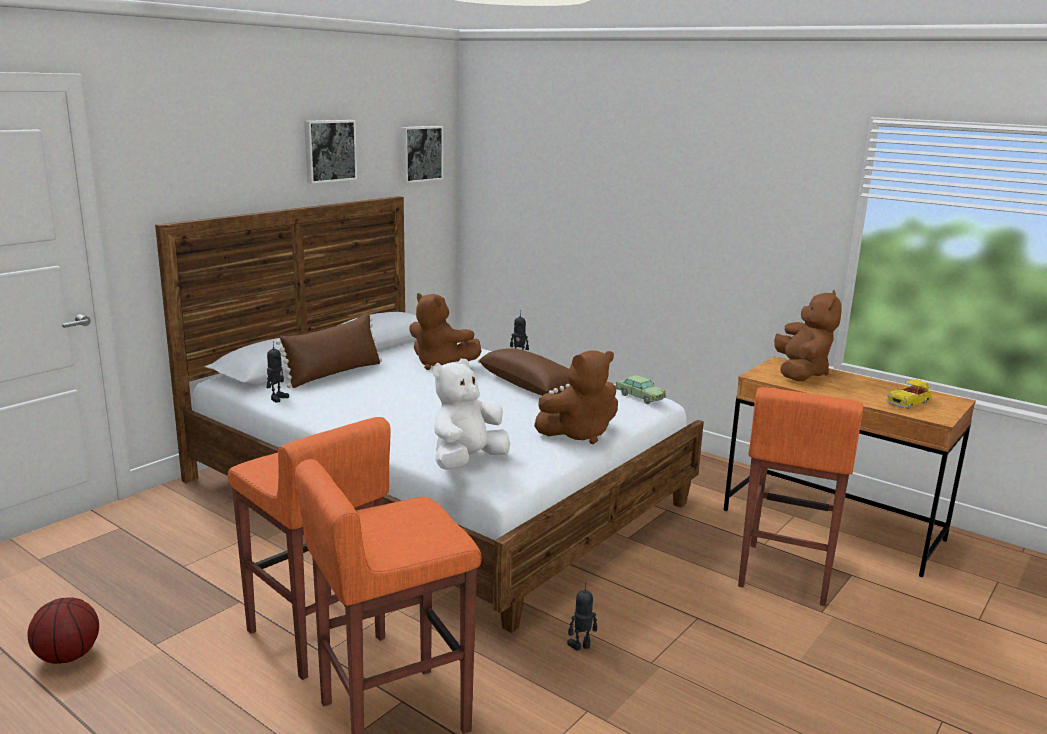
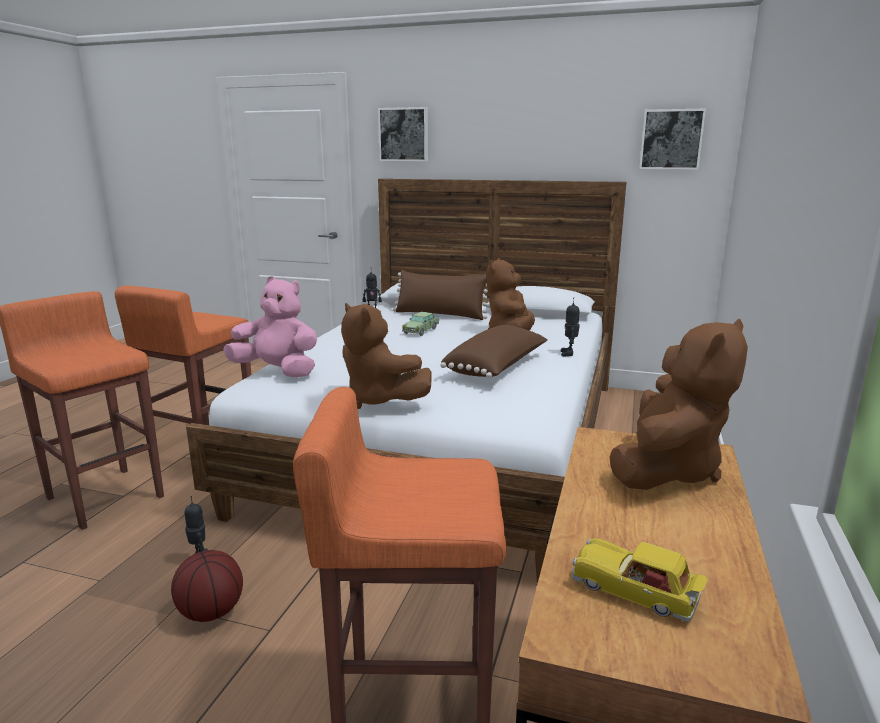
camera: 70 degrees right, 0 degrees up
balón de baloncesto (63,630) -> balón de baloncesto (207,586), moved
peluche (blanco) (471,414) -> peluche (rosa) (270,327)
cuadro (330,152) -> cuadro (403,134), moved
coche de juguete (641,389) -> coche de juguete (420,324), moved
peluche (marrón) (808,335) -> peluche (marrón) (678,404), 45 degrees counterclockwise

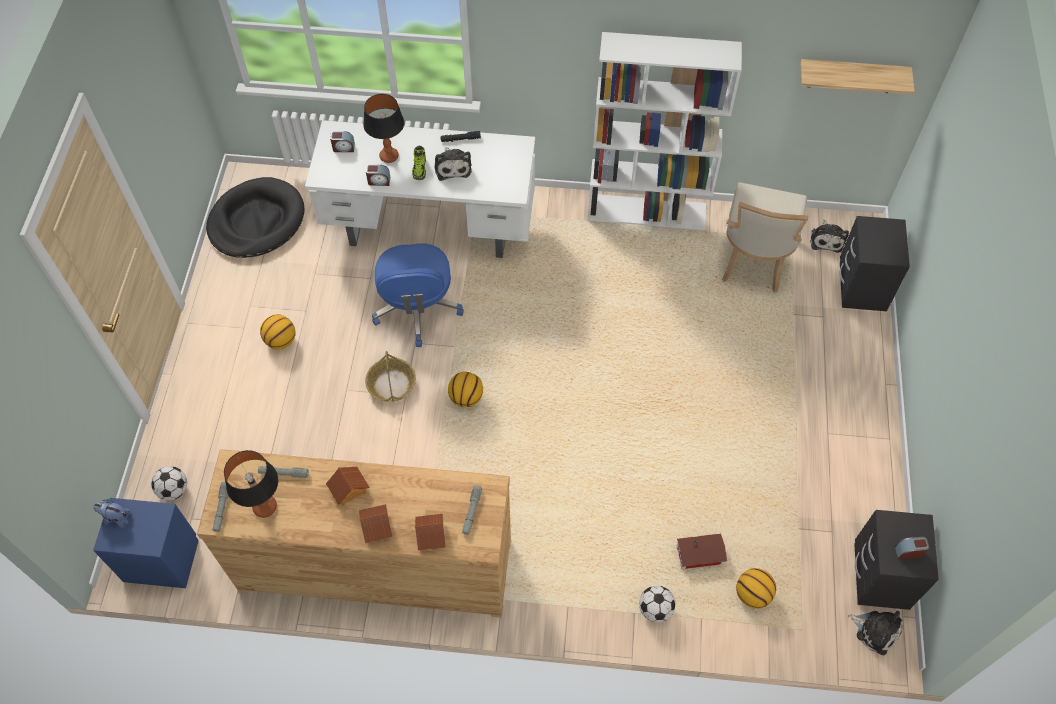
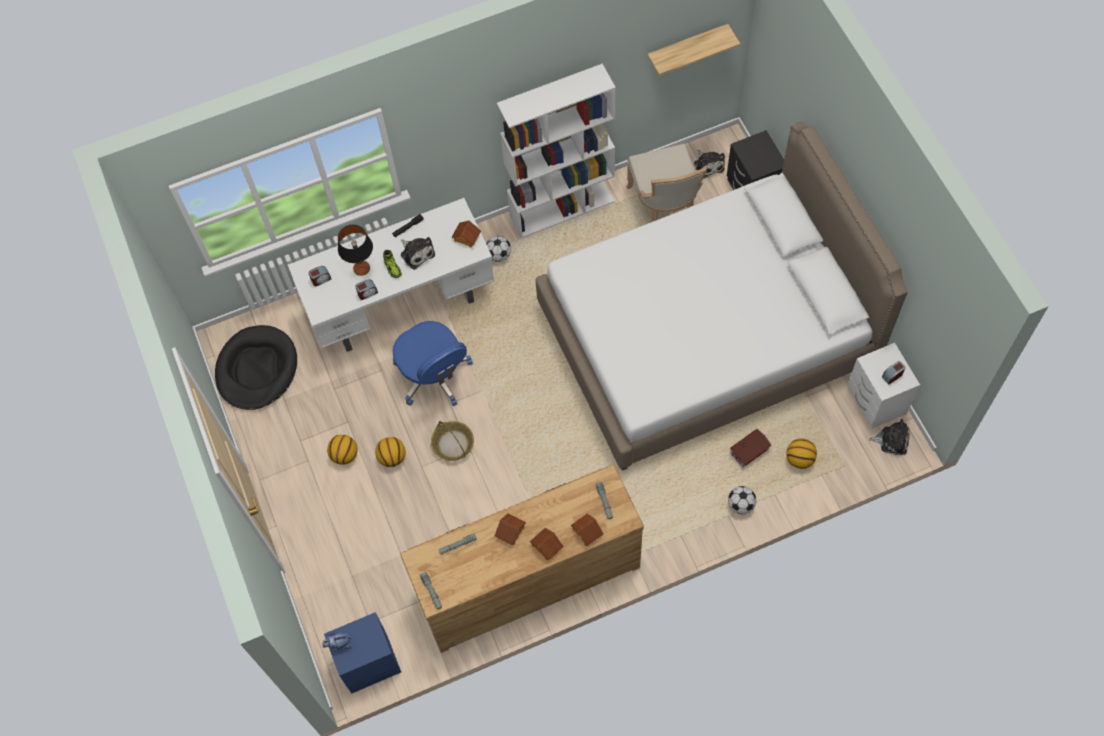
camera: 25 degrees left, 5 degrees up
balón de baloncesto (465,389) -> balón de baloncesto (390,452), moved
none -> casita (466,233)
balón de fútbol (169,483) -> balón de fútbol (498,249), moved
none -> cama (blanco) (722,295)
mesita de noche (negro) (896,560) -> mesita de noche (blanco) (884,386)
lámpara de mesa (251,484) -> none

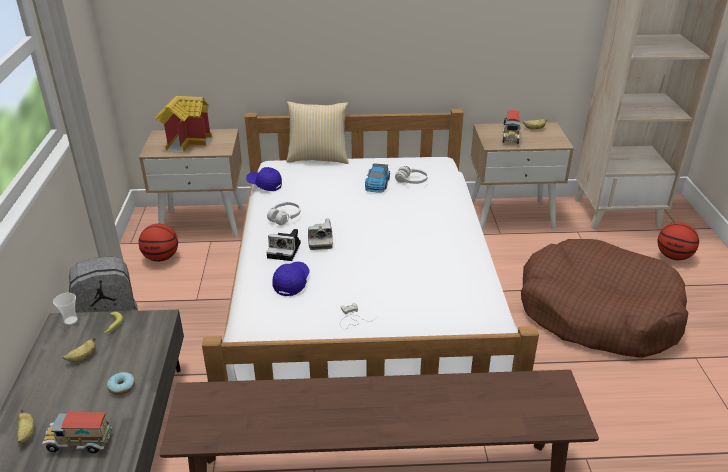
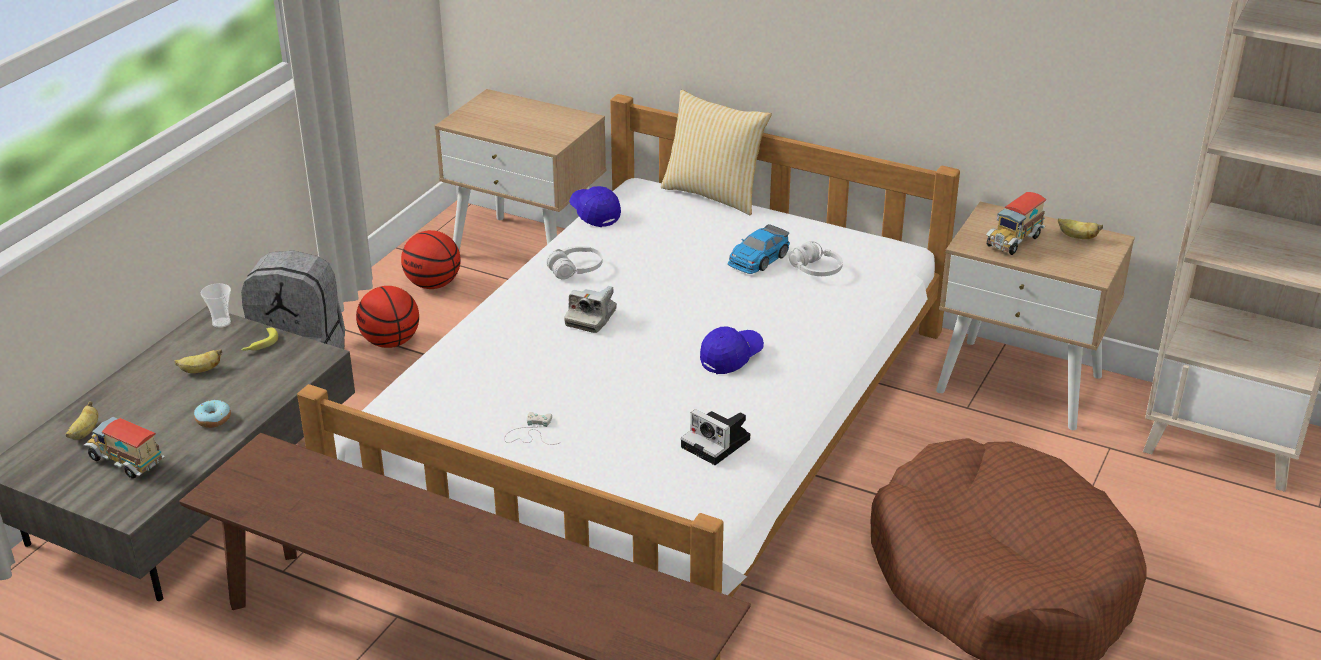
camera: 30 degrees right, 0 degrees up
balón de baloncesto (678,241) -> balón de baloncesto (387,317), moved
cámara (283,245) -> cámara (715,437), moved
gorra (azul) (291,278) -> gorra (azul) (732,350), moved
casita (183,124) -> none

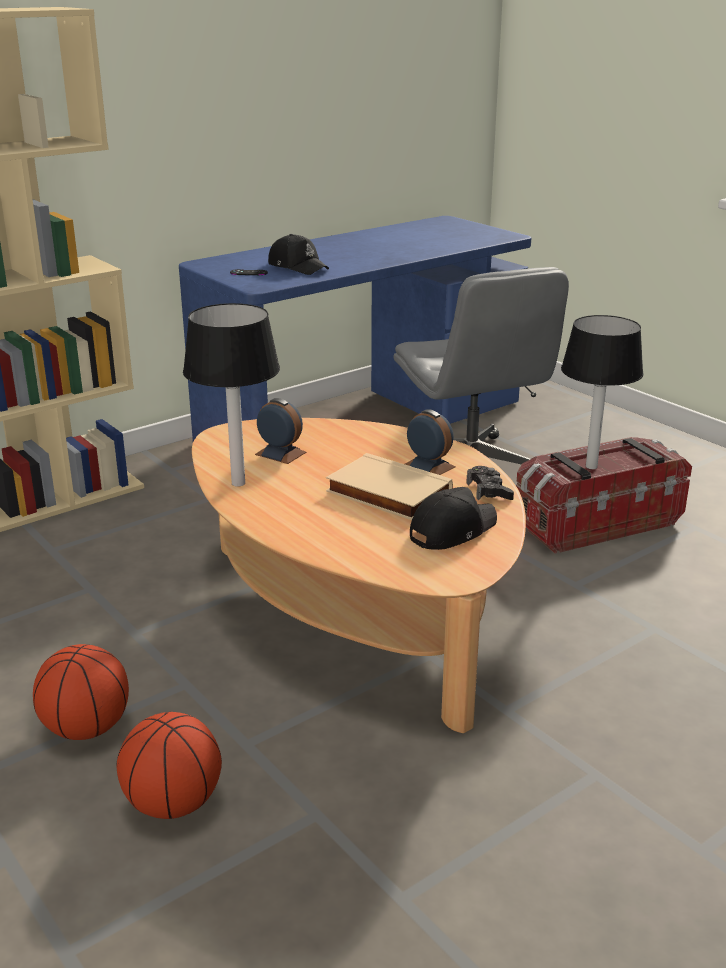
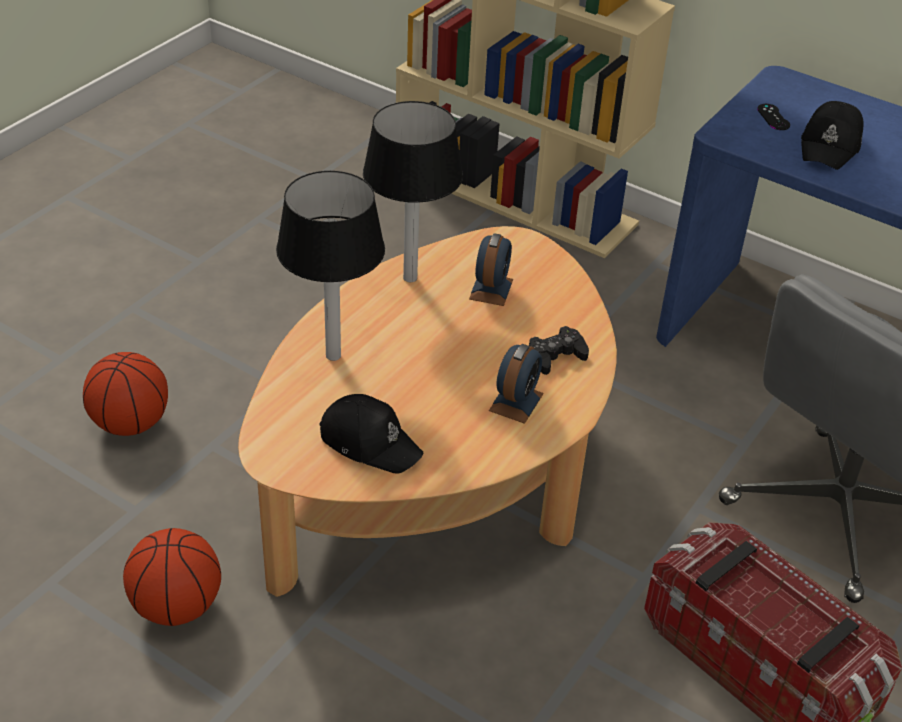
camera: 70 degrees right, 15 degrees up
balón de baloncesto (81,692) -> balón de baloncesto (172,577), moved
lámpara de mesa (602,392) -> lámpara de mesa (330,266), moved
mando de consola (negro) (490,483) -> mando de consola (negro) (559,350), moved
libro (beis) (389,486) -> none

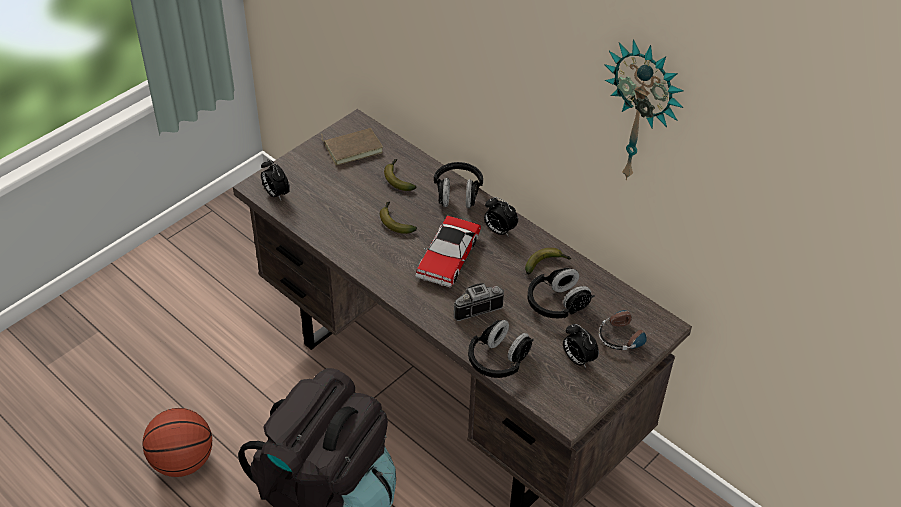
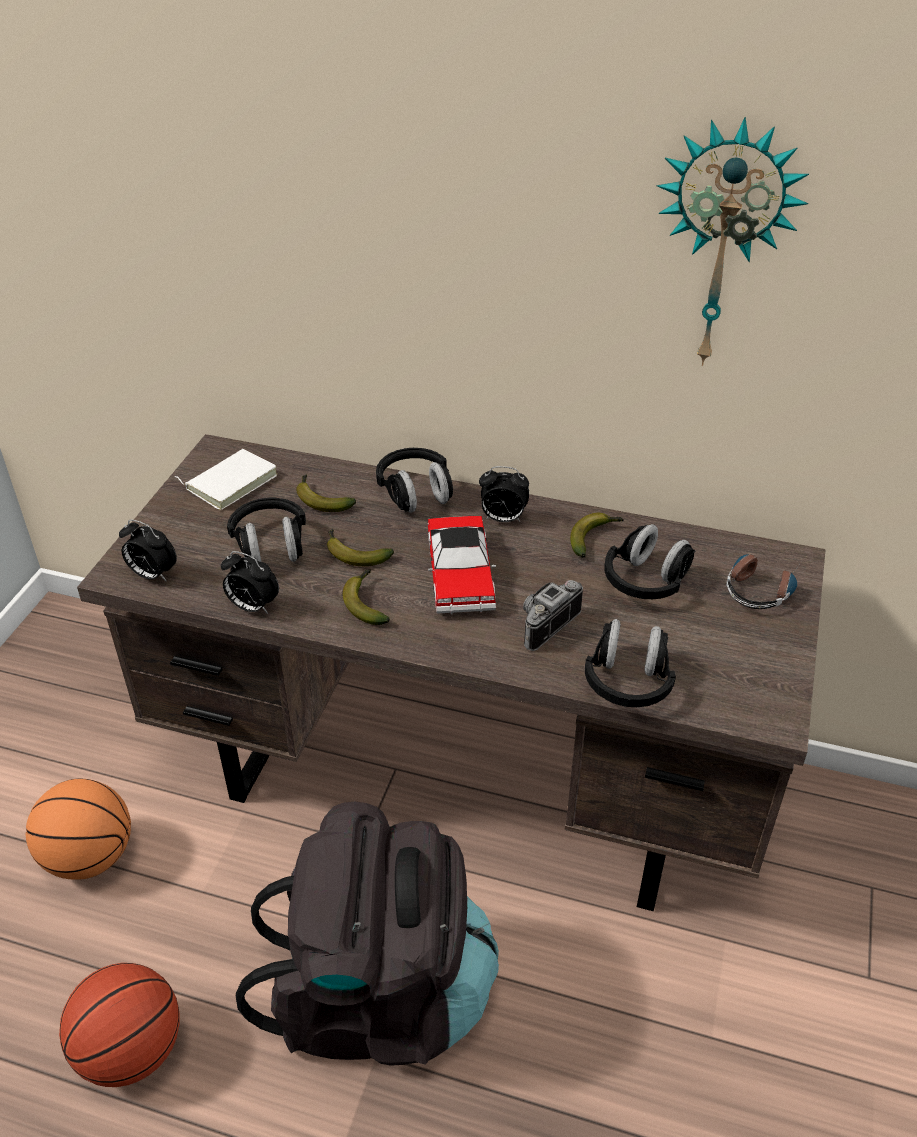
camera: 25 degrees left, 5 degrees down
none -> balón de baloncesto (78,829)
libro (marrón) (352,146) -> libro (blanco) (226,479)
despertador (581,346) -> despertador (250,582), moved
none -> auriculares (negro) (266,530)
none -> plátano (366,597)

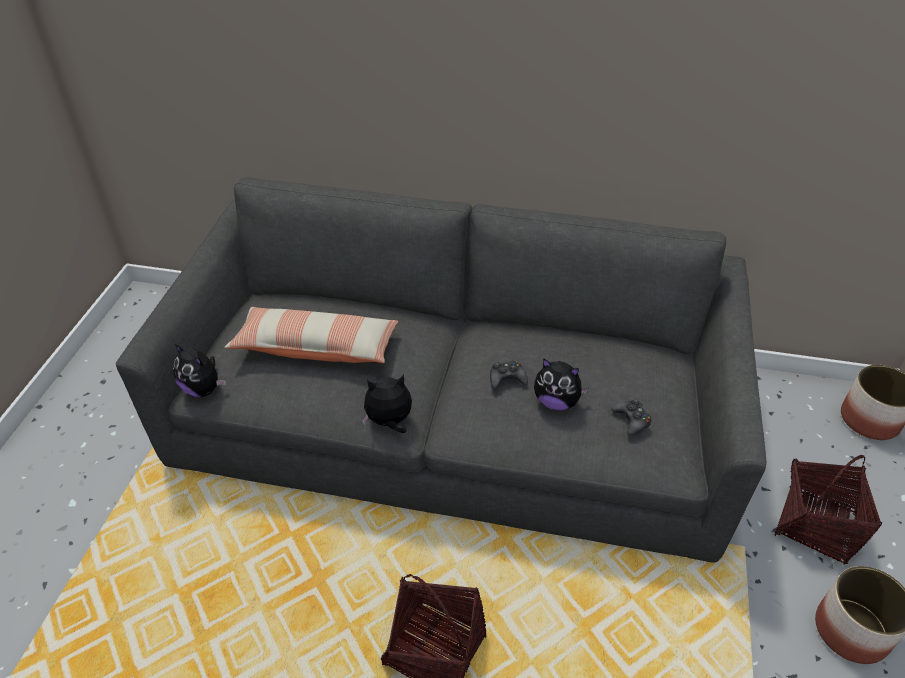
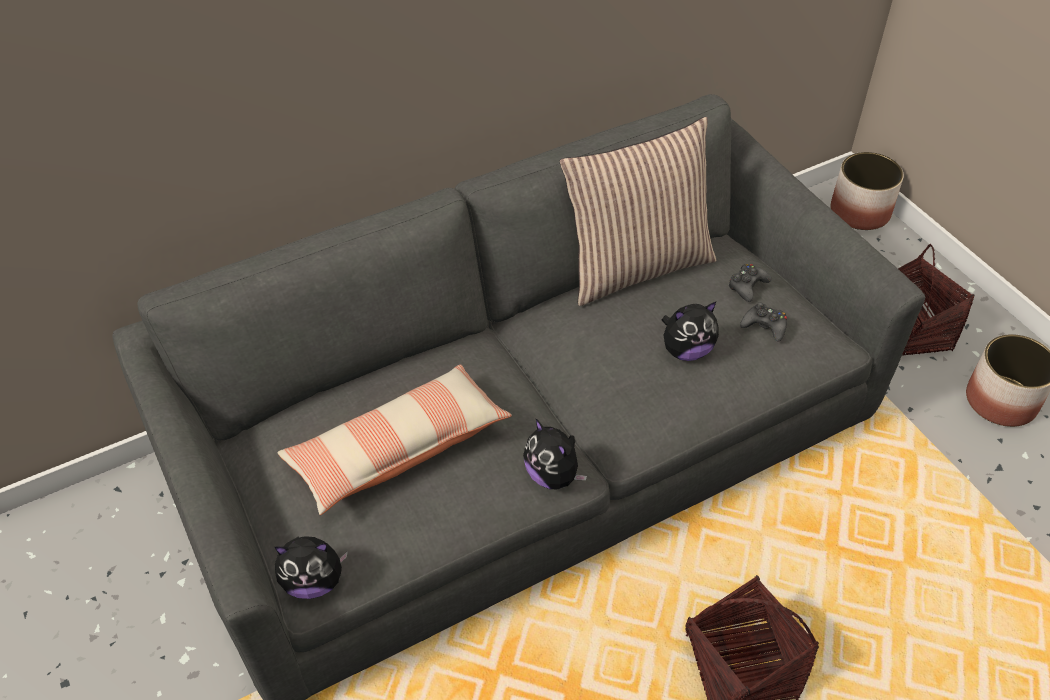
camera: 40 degrees left, 5 degrees up
peluche (387,404) -> peluche (555,453), 75 degrees counterclockwise
none -> cojín (638,211)
mando de consola (negro) (509,375) -> mando de consola (negro) (750,283), moved

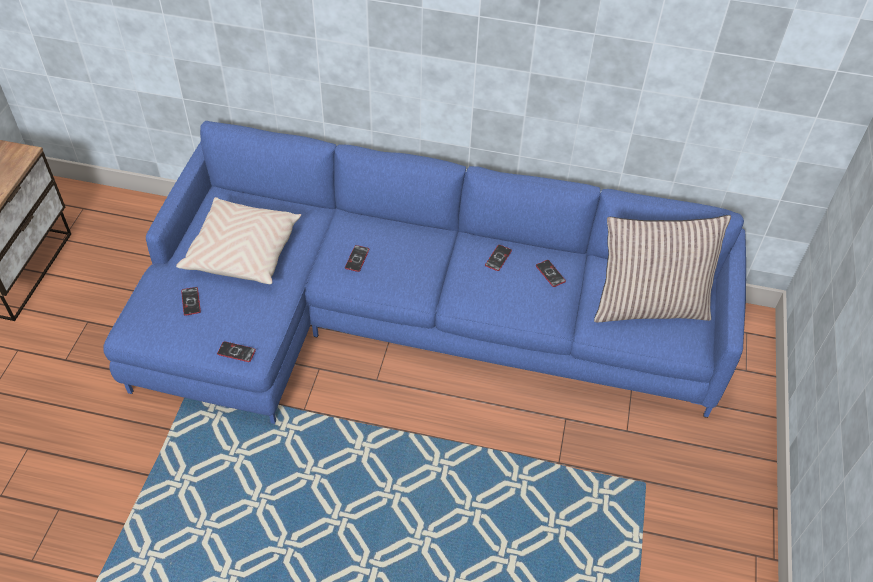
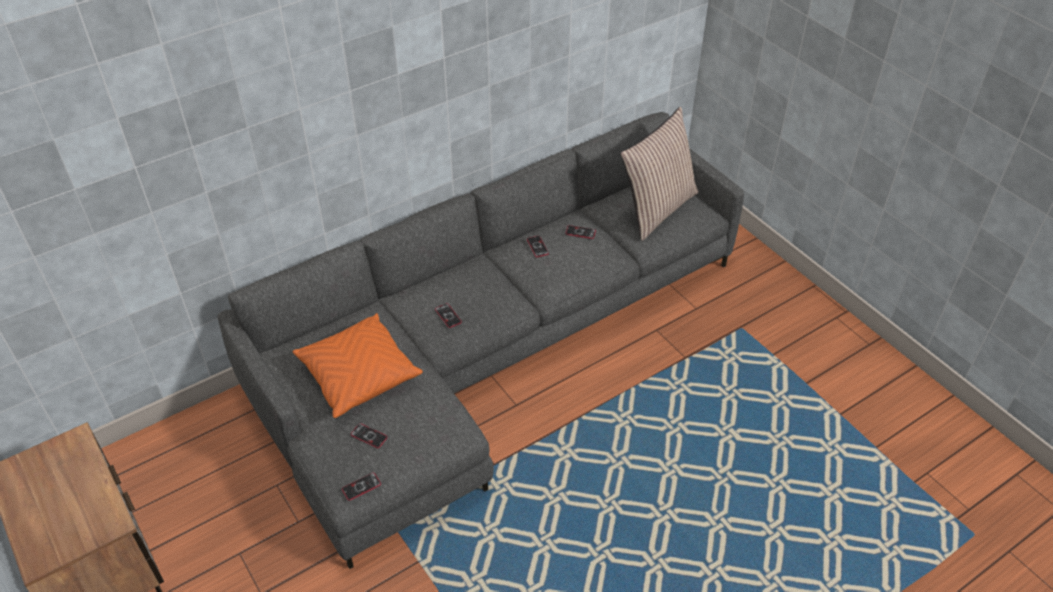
camera: 45 degrees left, 5 degrees down
sofá (azul) (424,272) -> sofá (gris) (480,340)
cojín (beis) (238,240) -> cojín (naranja) (357,365)
móvil (236,351) -> móvil (361,487), moved

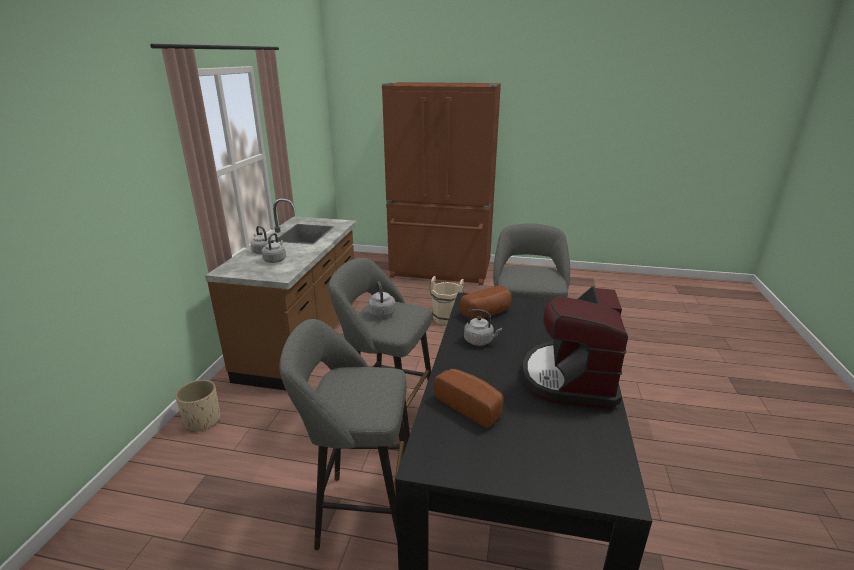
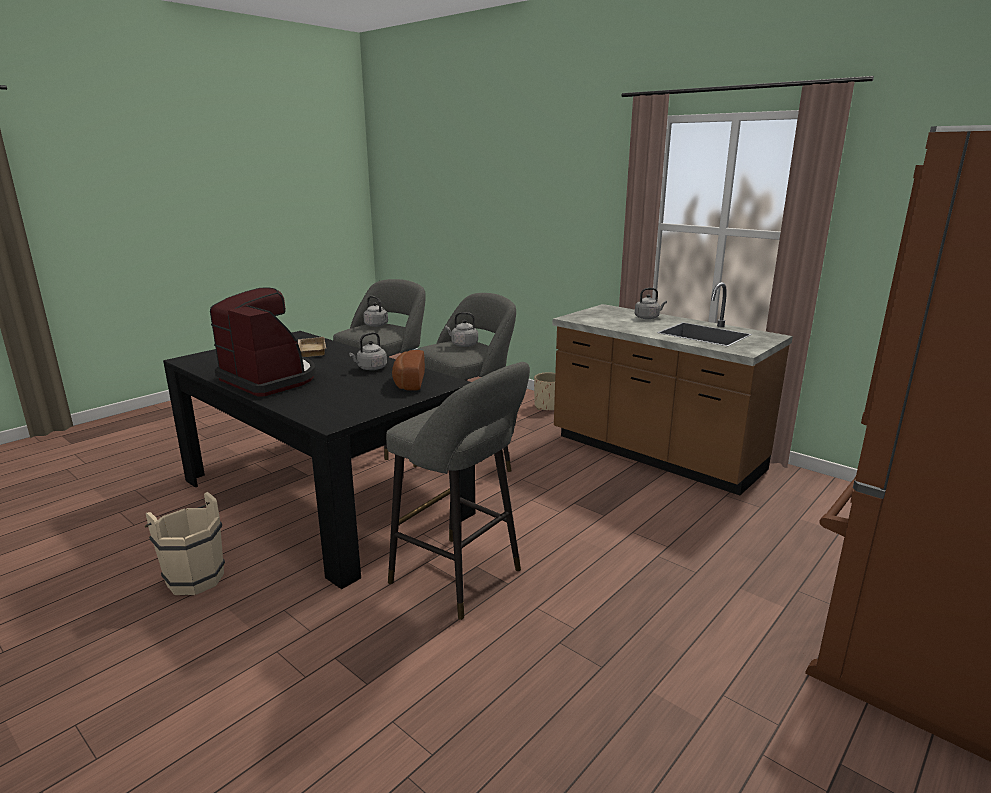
camera: 120 degrees right, 5 degrees down
cubo (beis) (446,300) -> cubo (beis) (185,543), moved
pan (469,399) -> bandeja (beis) (312,347)
hervidor (gris) (274,248) -> hervidor (gris) (375,311), moved

